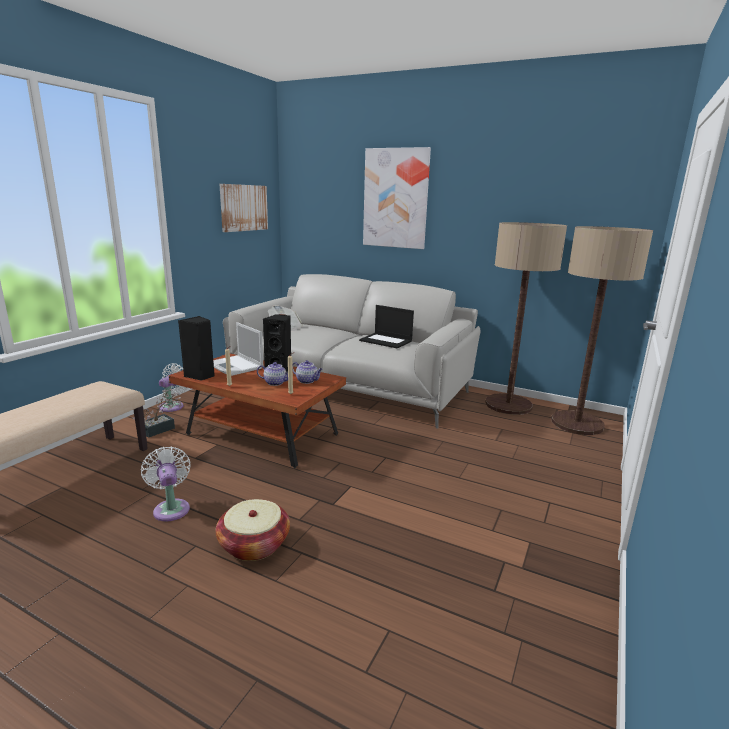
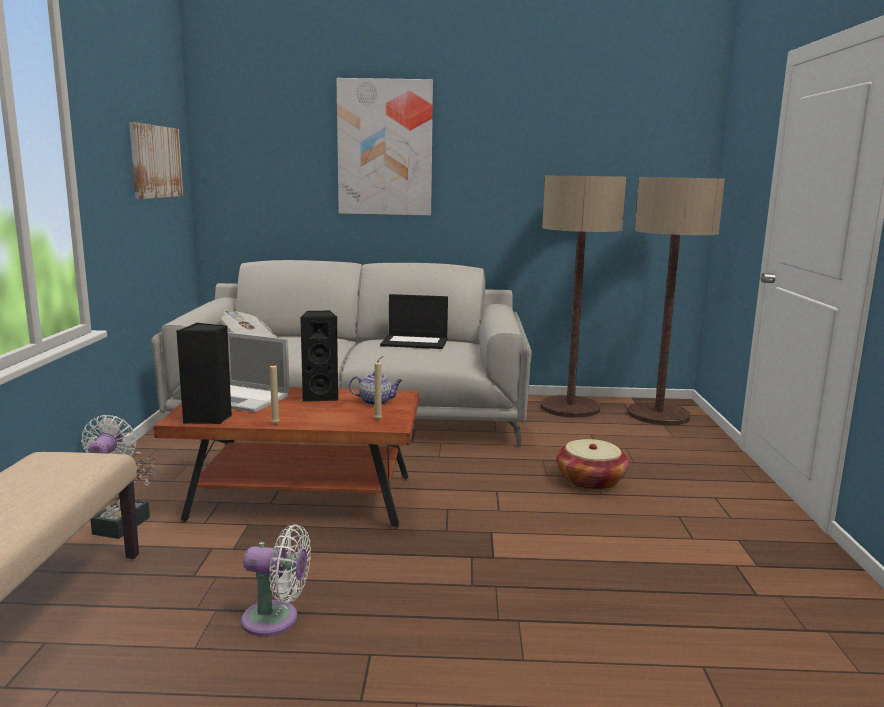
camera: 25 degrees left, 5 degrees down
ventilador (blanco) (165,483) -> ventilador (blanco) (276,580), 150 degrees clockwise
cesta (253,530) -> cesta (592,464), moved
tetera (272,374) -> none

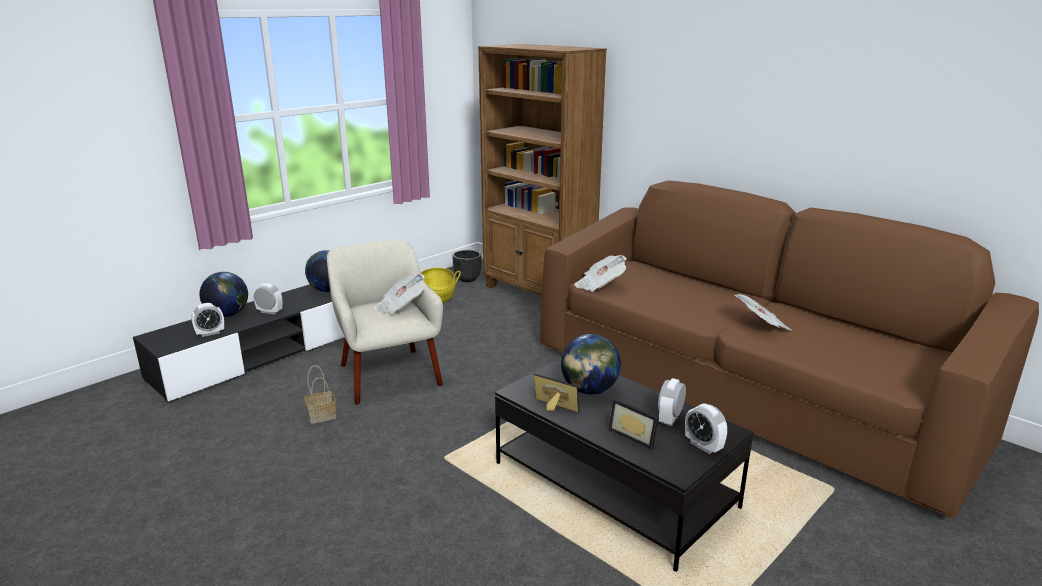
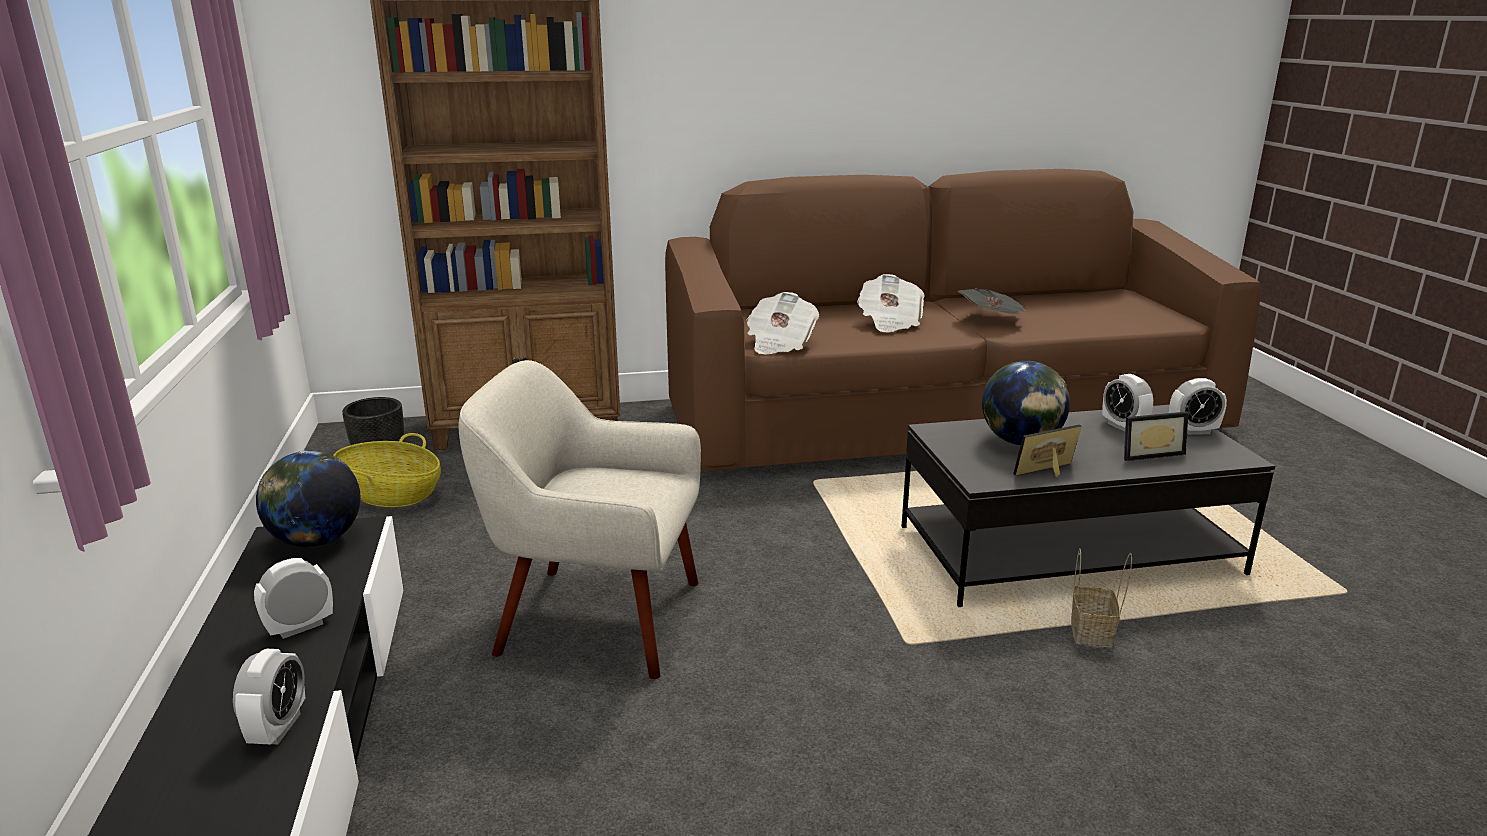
camera: 55 degrees left, 0 degrees up
periódico (399,294) -> periódico (891,303), moved
cesta (320,395) -> cesta (1101,597), moved
globo terráqueo (223,294) -> none

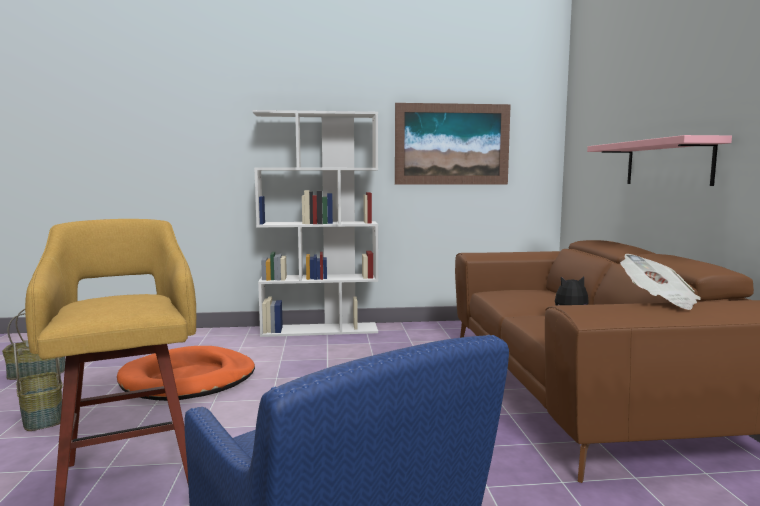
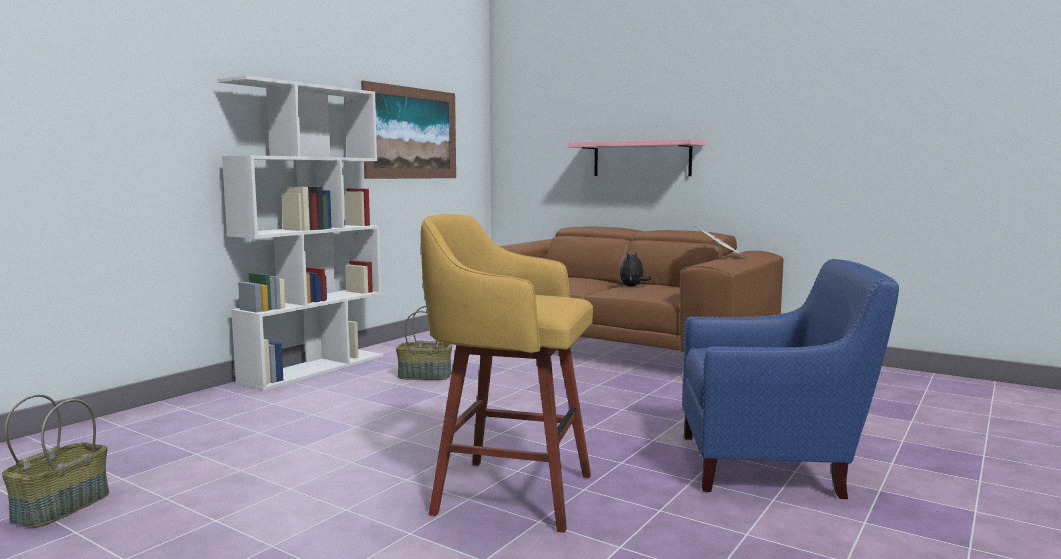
camera: 50 degrees left, 0 degrees up
cesta (37,387) -> cesta (424,343), moved
cama para perro (naranja) (186,373) -> none

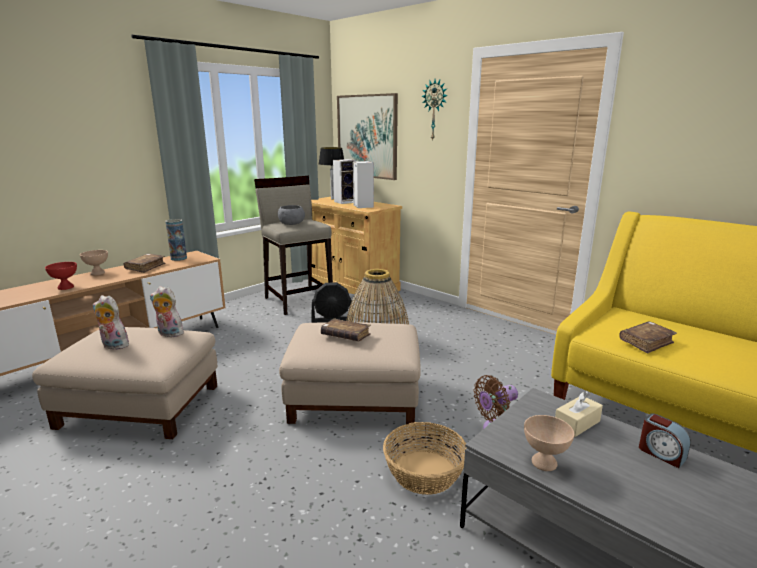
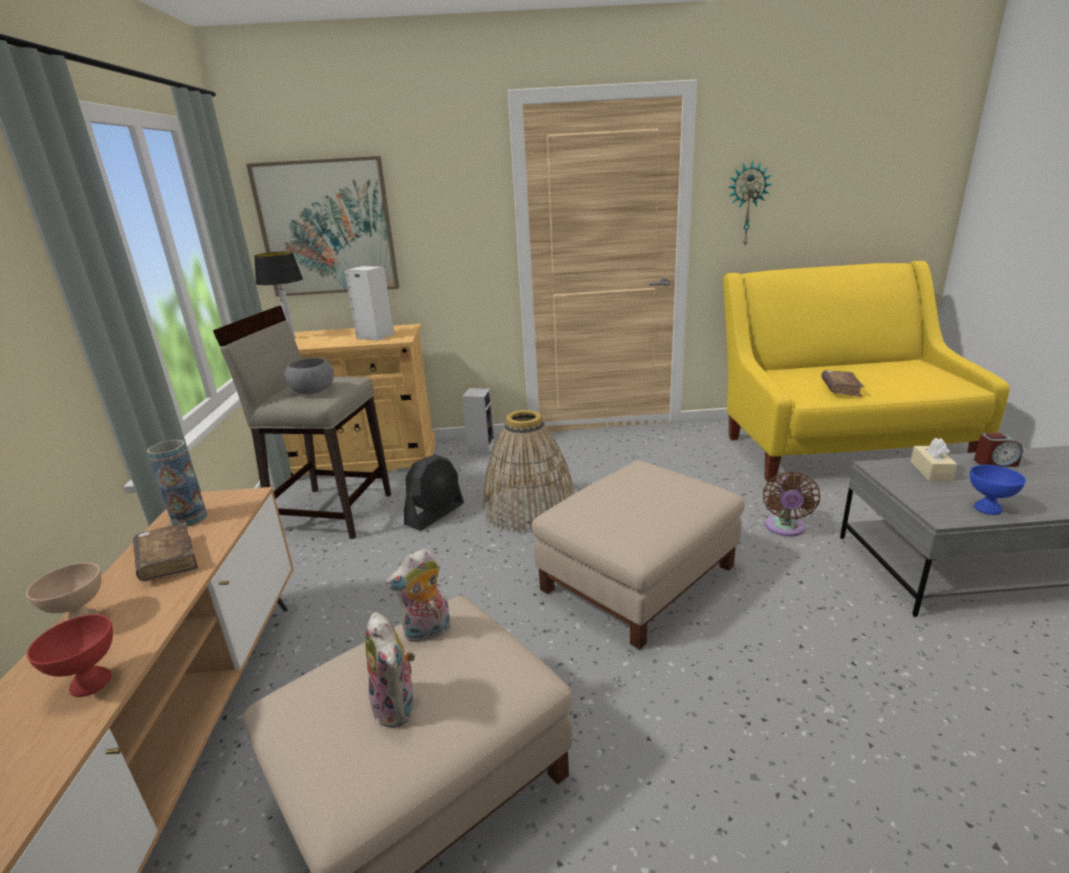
camera: 45 degrees left, 5 degrees up
peluche (111,322) -> peluche (390,669), 90 degrees counterclockwise
altavoz (344,181) -> altavoz (478,421), moved
reloj de pared (434,109) -> reloj de pared (750,203), moved
cuenco (beis) (549,443) -> cuenco (azul) (998,490)
libro (marrón) (346,329) -> none
cesta (424,458) -> none

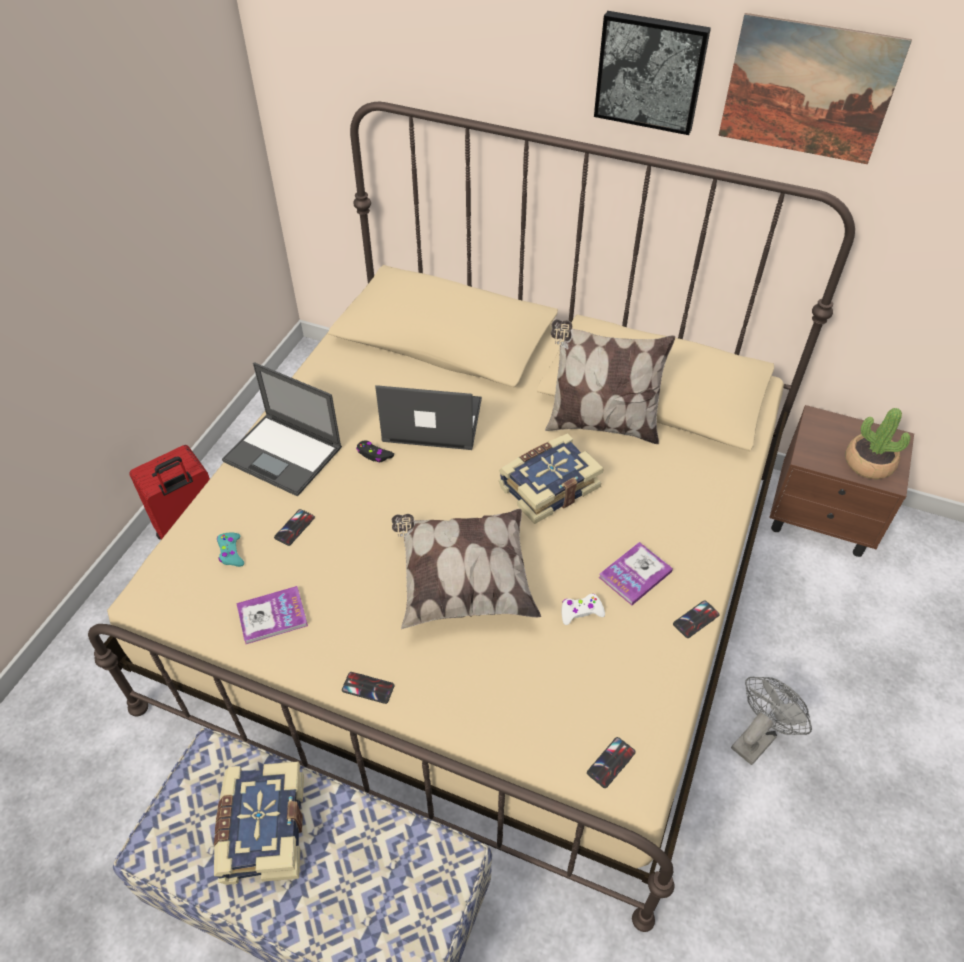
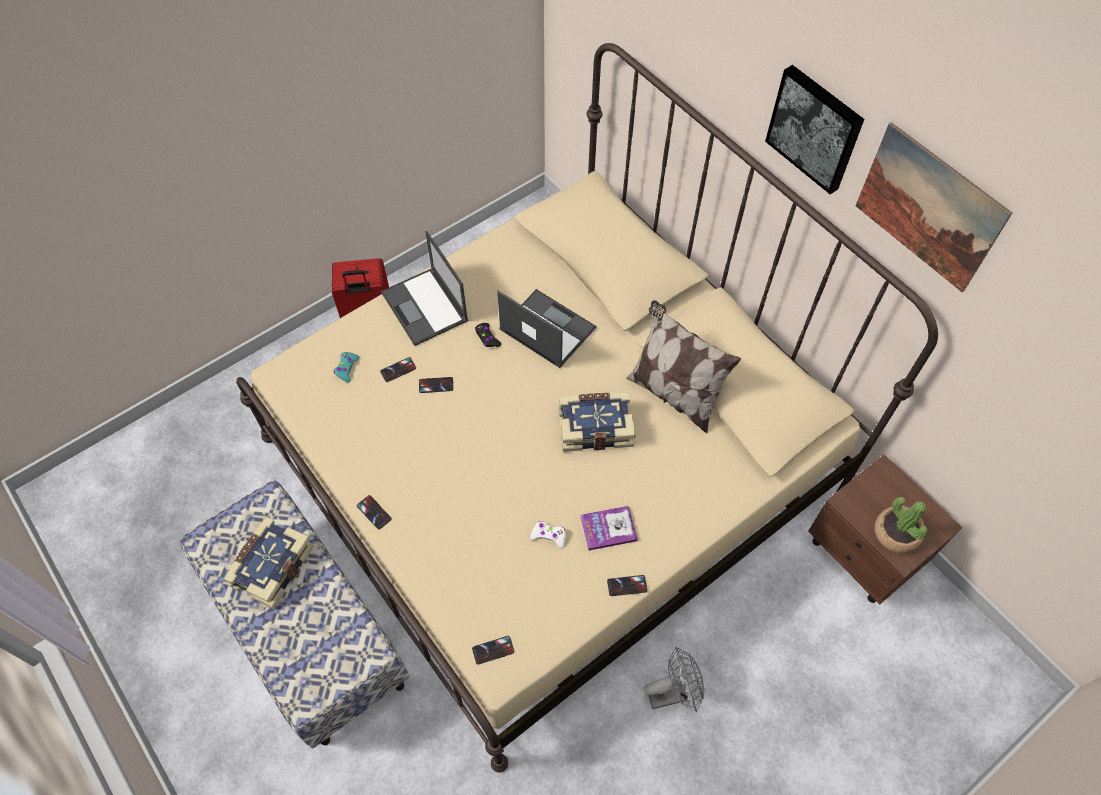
camera: 30 degrees right, 10 degrees up
none -> móvil (436,385)
libro (272,615) -> none
cojín (466,569) -> none

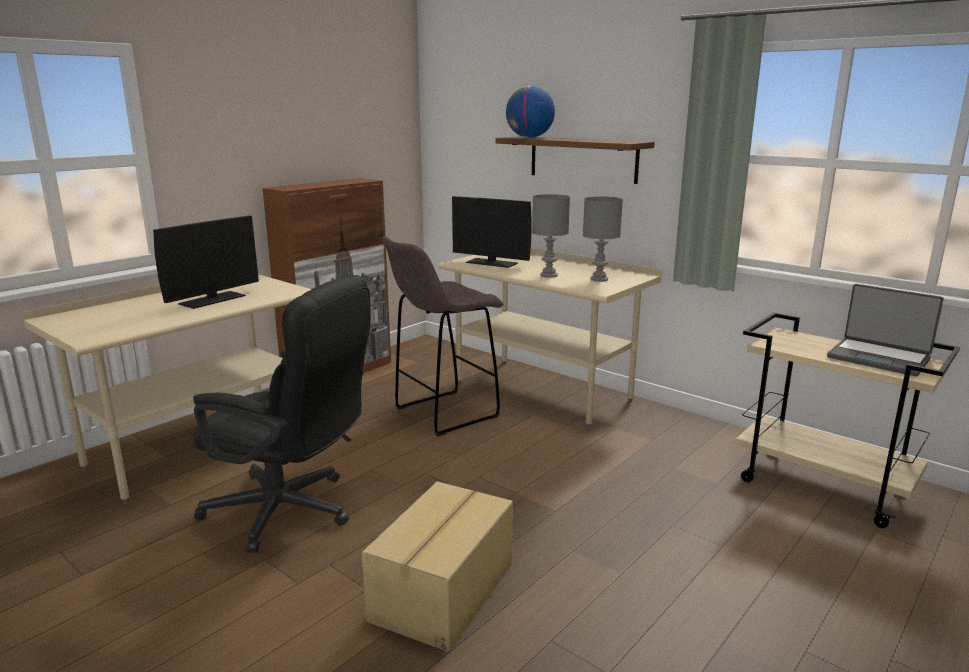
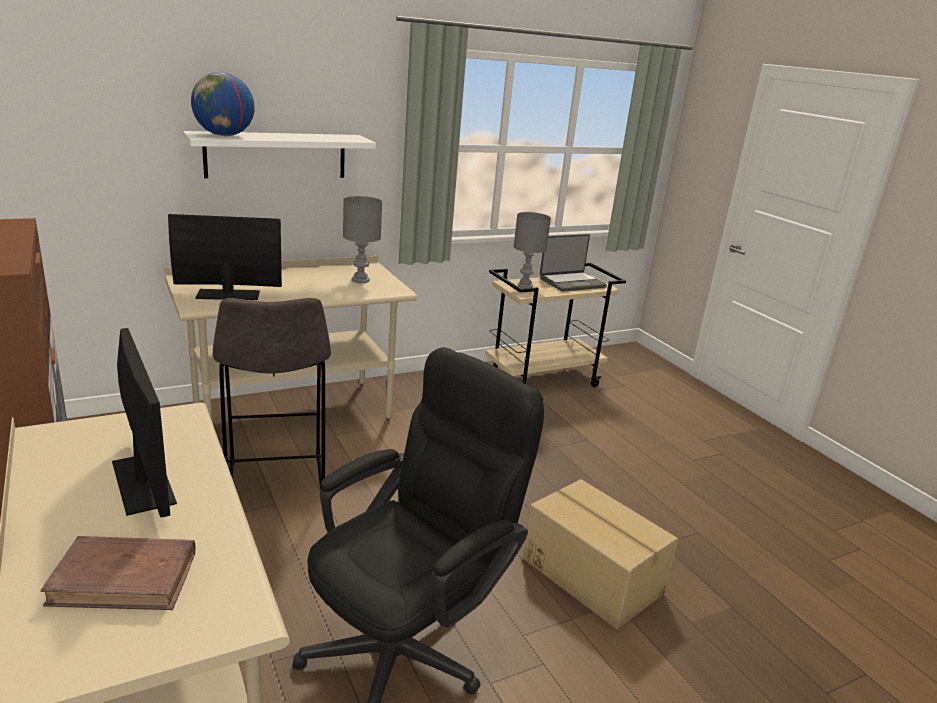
camera: 70 degrees left, 5 degrees up
none -> libro (marrón) (117,573)
monitor (492,232) -> monitor (225,257), 150 degrees counterclockwise
estante (marrón) (575,160) -> estante (blanco) (279,154)
lámpara de mesa (gris) (551,236) -> lámpara de mesa (gris) (532,250), moved

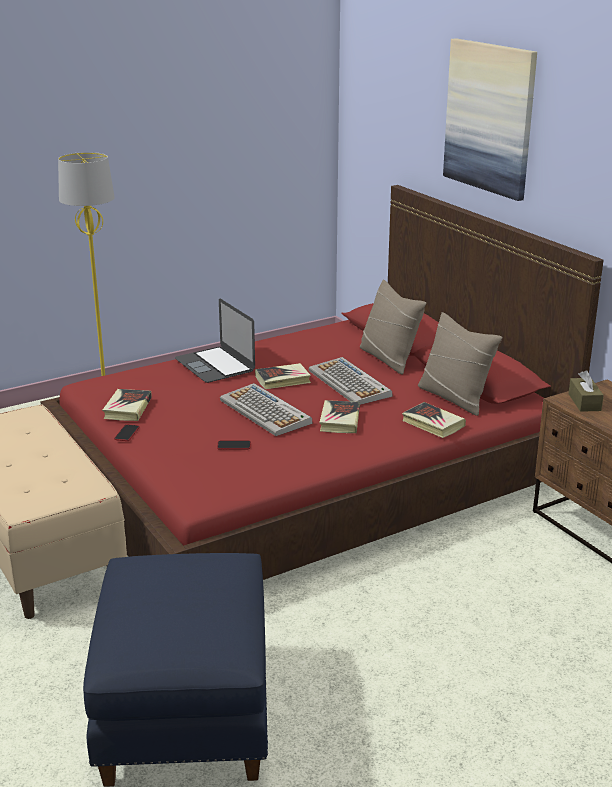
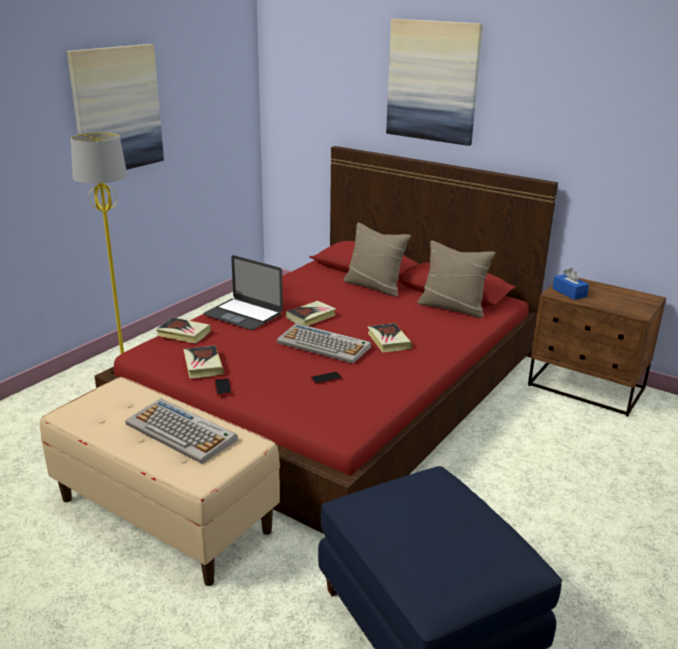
camera: 25 degrees left, 0 degrees up
none -> cuadro (115,107)
teclado (350,381) -> teclado (181,431), moved
libro (434,420) -> libro (183,330), moved
caja de pañuelos (marrón) (586,391) -> caja de pañuelos (azul) (571,284)

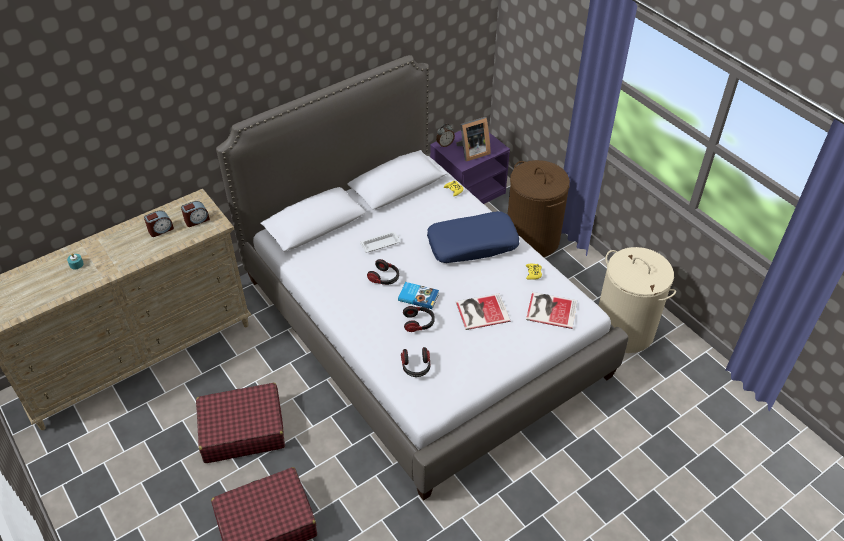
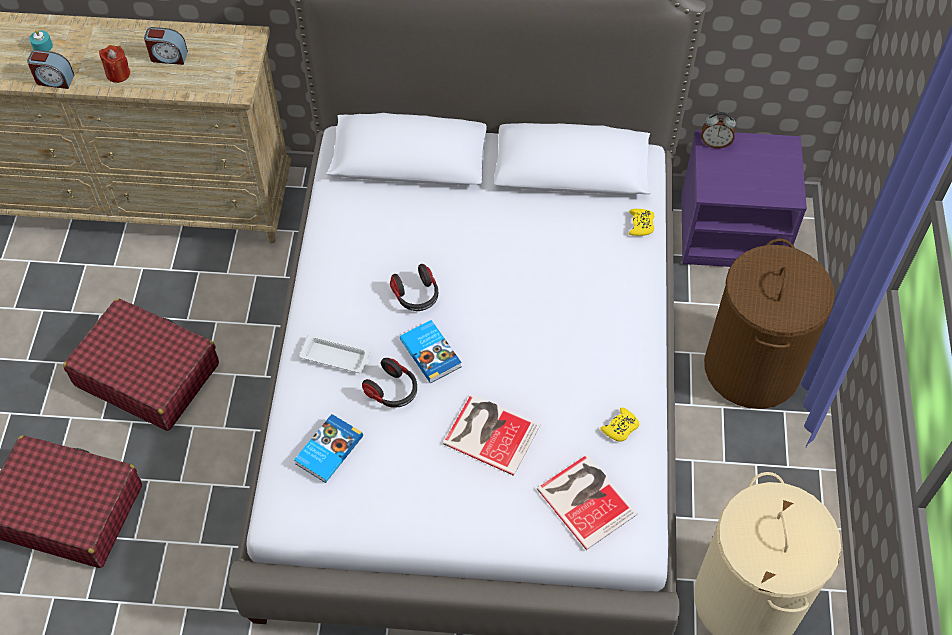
camera: 40 degrees right, 10 degrees up
despertador (195,214) -> despertador (51,69), moved
none -> vela (rojo) (114,64)
auriculares (415,362) -> libro (328,448)
bandeja (blanco) (380,242) -> bandeja (blanco) (334,353), moved
cojín (azul) (473,237) -> none
portarretratos (473,139) -> none

